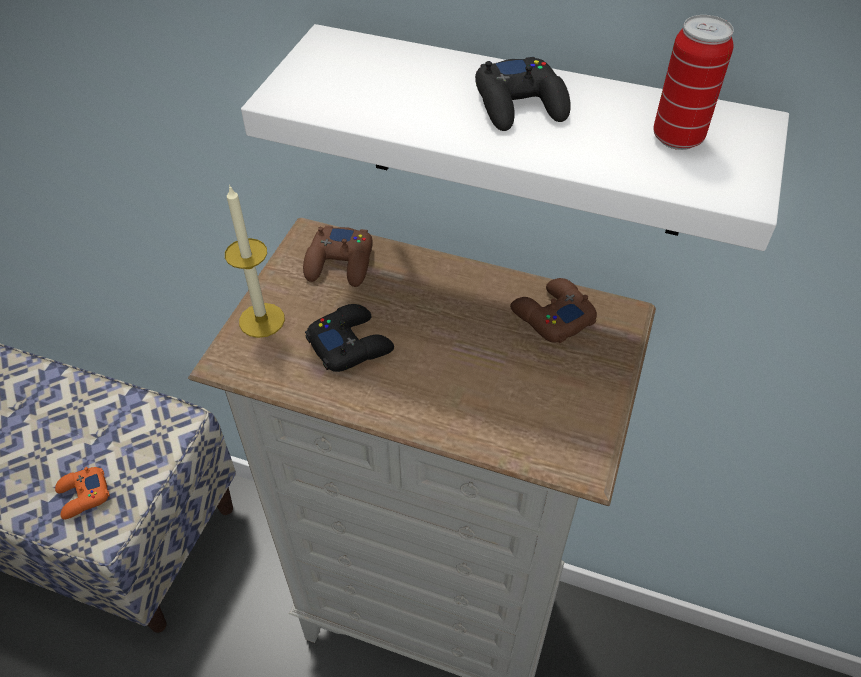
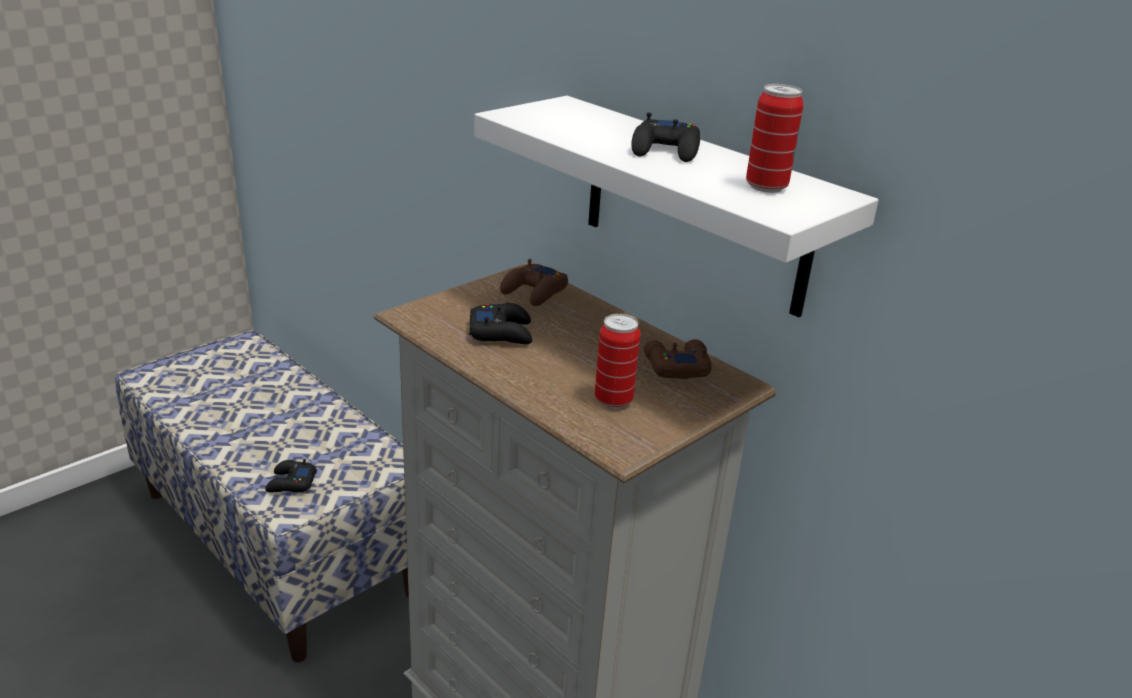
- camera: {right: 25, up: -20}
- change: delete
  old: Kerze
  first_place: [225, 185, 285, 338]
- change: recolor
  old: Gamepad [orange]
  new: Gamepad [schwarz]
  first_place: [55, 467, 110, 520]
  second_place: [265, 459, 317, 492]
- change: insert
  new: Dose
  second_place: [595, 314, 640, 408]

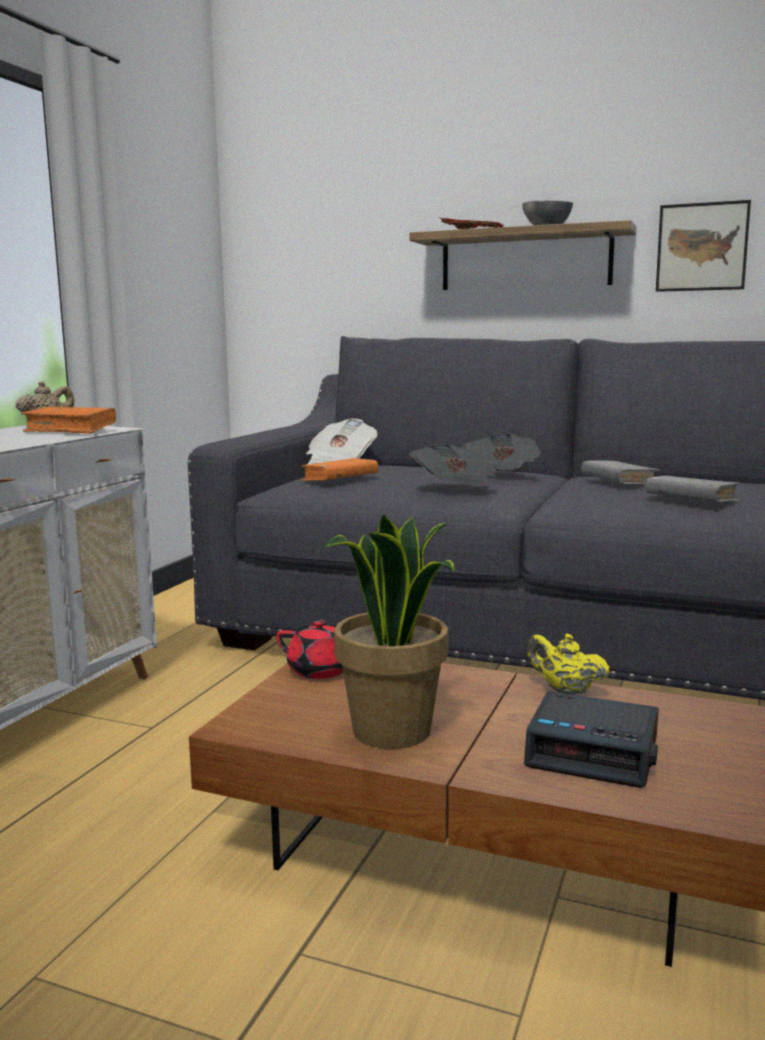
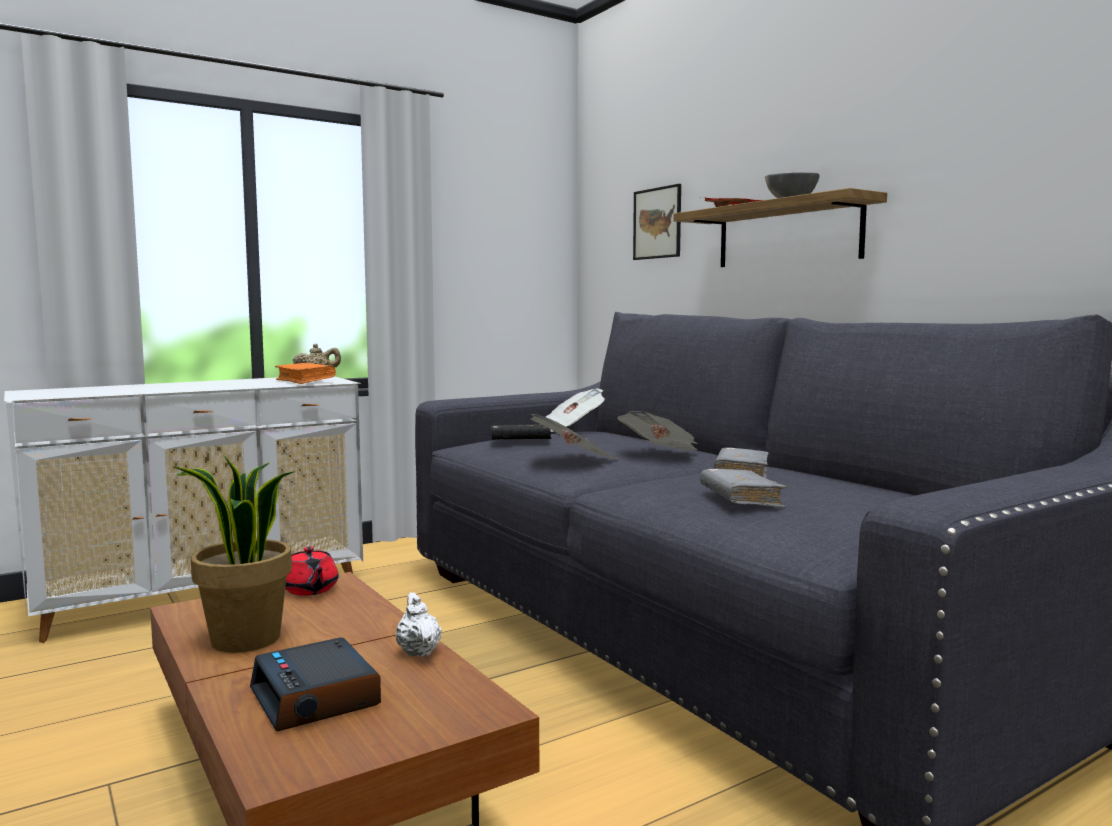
- camera: {right: 35, up: -5}
- change: move
  old: Bild
  first_place: [656, 200, 751, 292]
  second_place: [633, 184, 681, 260]
- change: recolor
  old: Buch [orange]
  new: Buch [schwarz]
  first_place: [301, 458, 378, 481]
  second_place: [491, 424, 552, 440]
- change: recolor
  old: Teekanne [gelb]
  new: Teekanne [weiß]
  first_place: [527, 634, 610, 695]
  second_place: [395, 592, 442, 657]

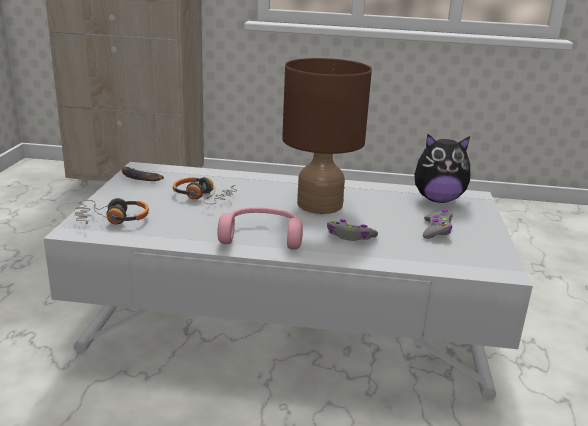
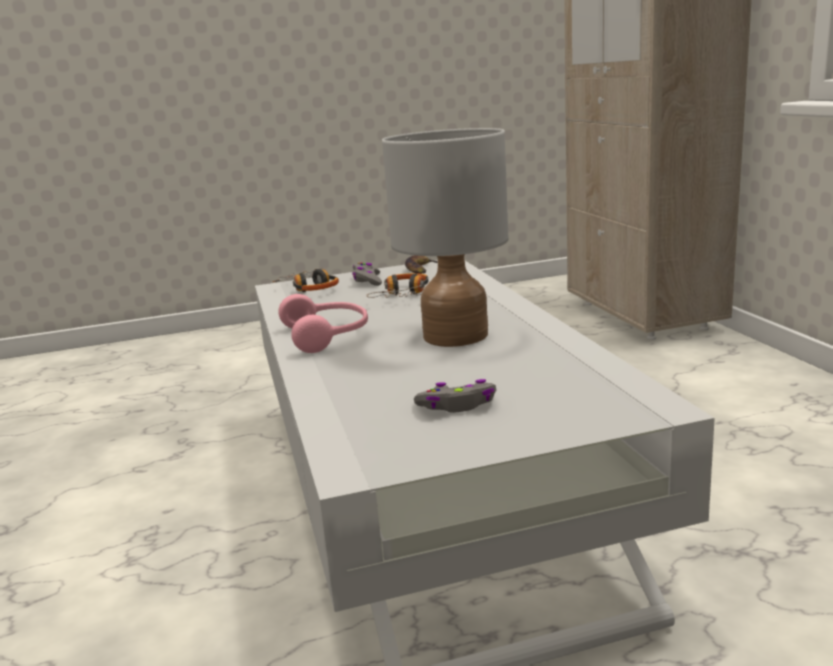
- camera: {right: 70, up: -5}
- change: recolor
  old: Tischlampe [braun]
  new: Tischlampe [grau]
  first_place: [282, 58, 372, 214]
  second_place: [382, 128, 509, 347]
- change: delete
  old: Plüschtier
  first_place: [414, 134, 471, 203]
- change: move
  old: Gamepad [grau]
  first_place: [327, 219, 378, 241]
  second_place: [352, 262, 382, 286]

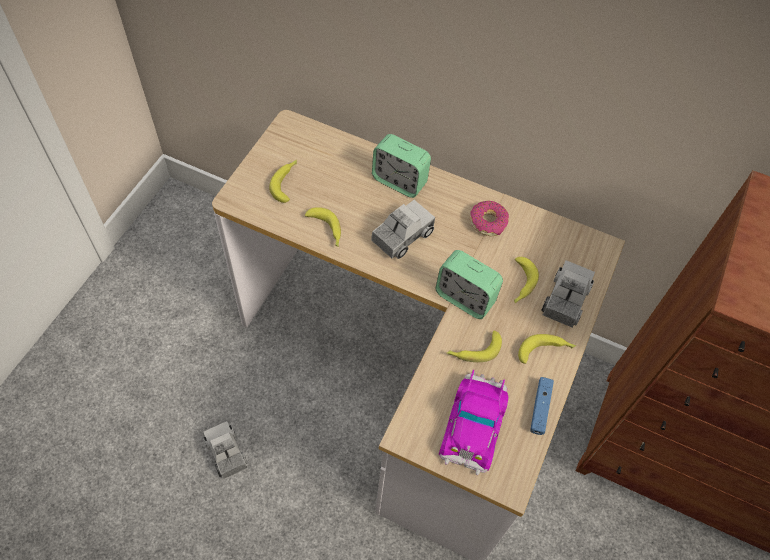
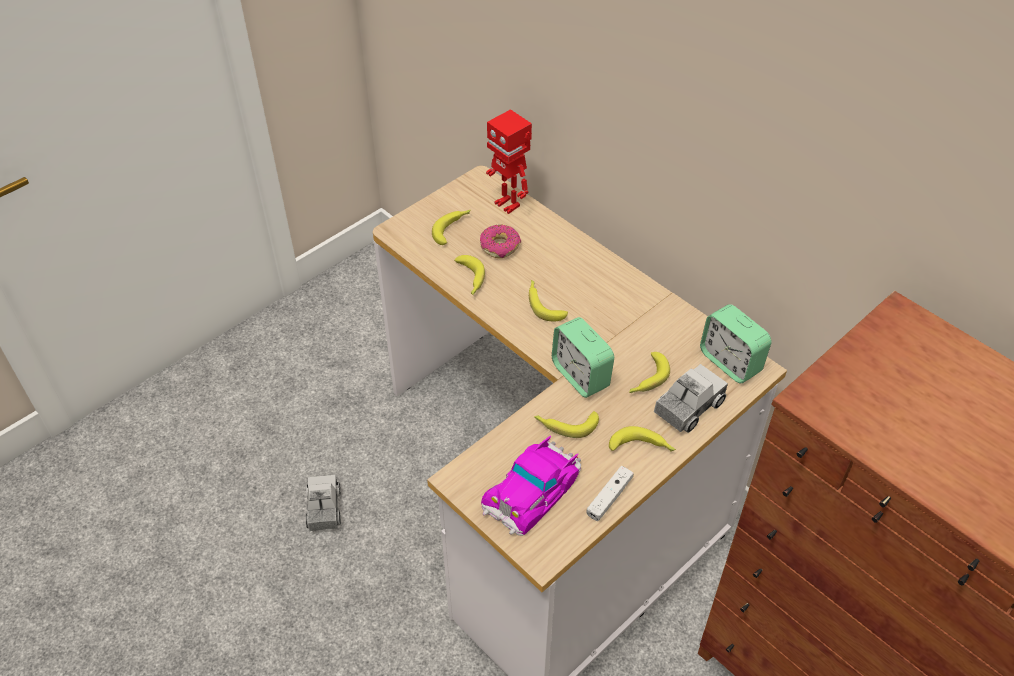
- camera: {right: 25, up: -10}
- change: move
  old: Wecker
  first_place: [372, 134, 431, 198]
  second_place: [700, 304, 772, 383]
- change: replace
  old: Spielzeuglaster
  new: Banane
  first_place: [371, 200, 435, 259]
  second_place: [529, 280, 568, 321]
- change: move
  old: Donut
  first_place: [470, 201, 509, 236]
  second_place: [480, 225, 521, 258]
- change: recolor
  old: Gamepad [blau]
  new: Gamepad [weiß]
  first_place: [530, 377, 554, 435]
  second_place: [587, 466, 633, 521]
- change: insert
  new: Spielzeugroboter
  second_place: [486, 109, 532, 214]

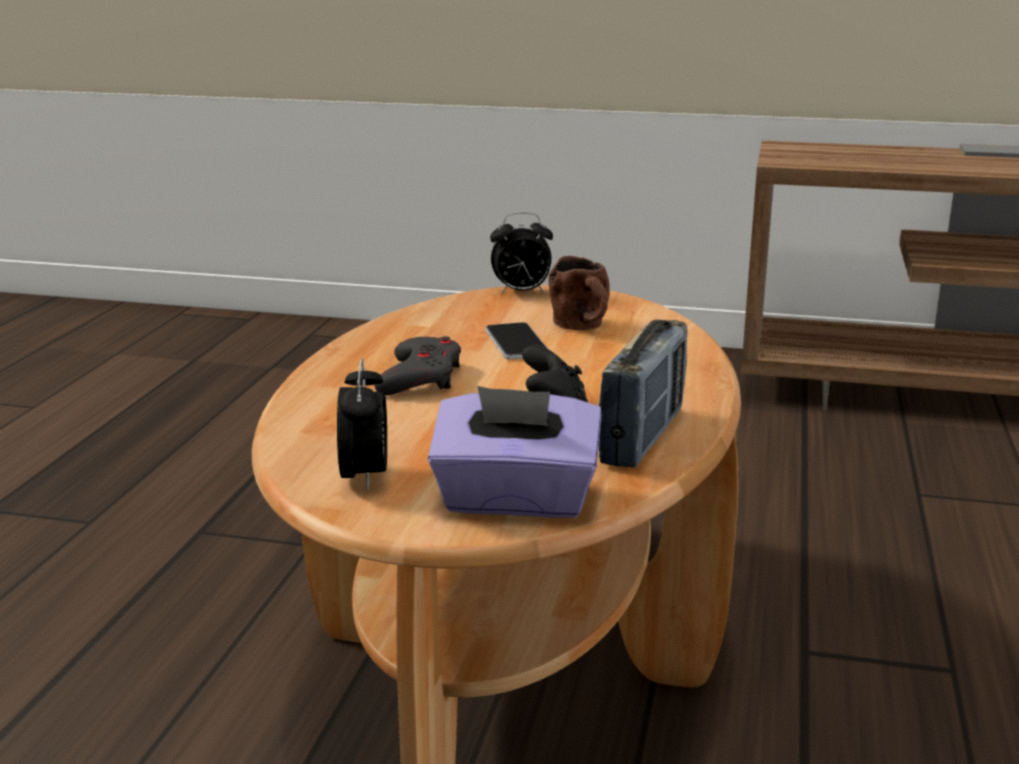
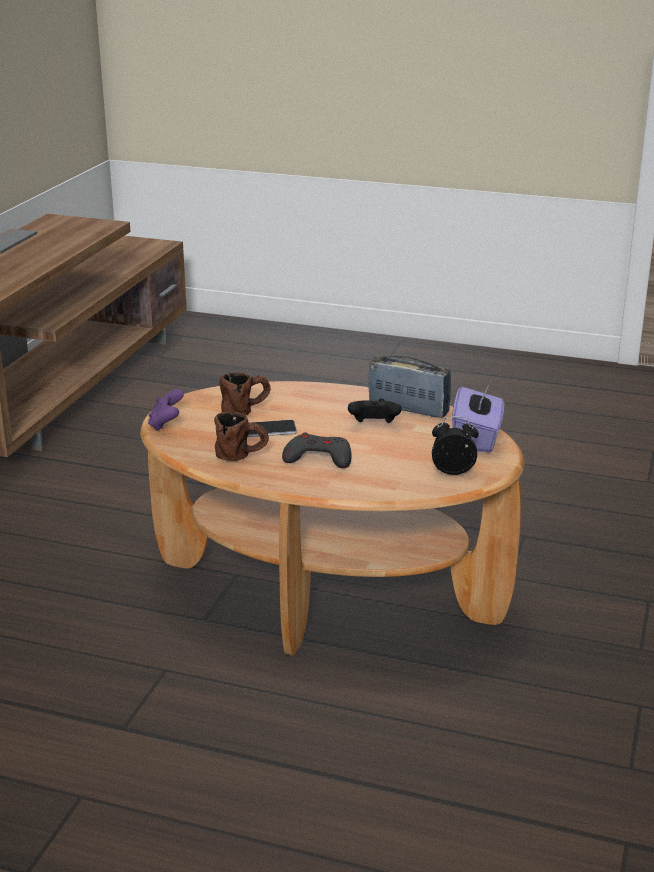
- camera: {right: -85, up: 5}
- change: replace
  old: Wecker
  new: Gamepad [lila]
  first_place: [490, 212, 553, 294]
  second_place: [148, 389, 184, 431]
- change: insert
  new: Henkelbecher [braun]
  second_place: [214, 412, 269, 461]

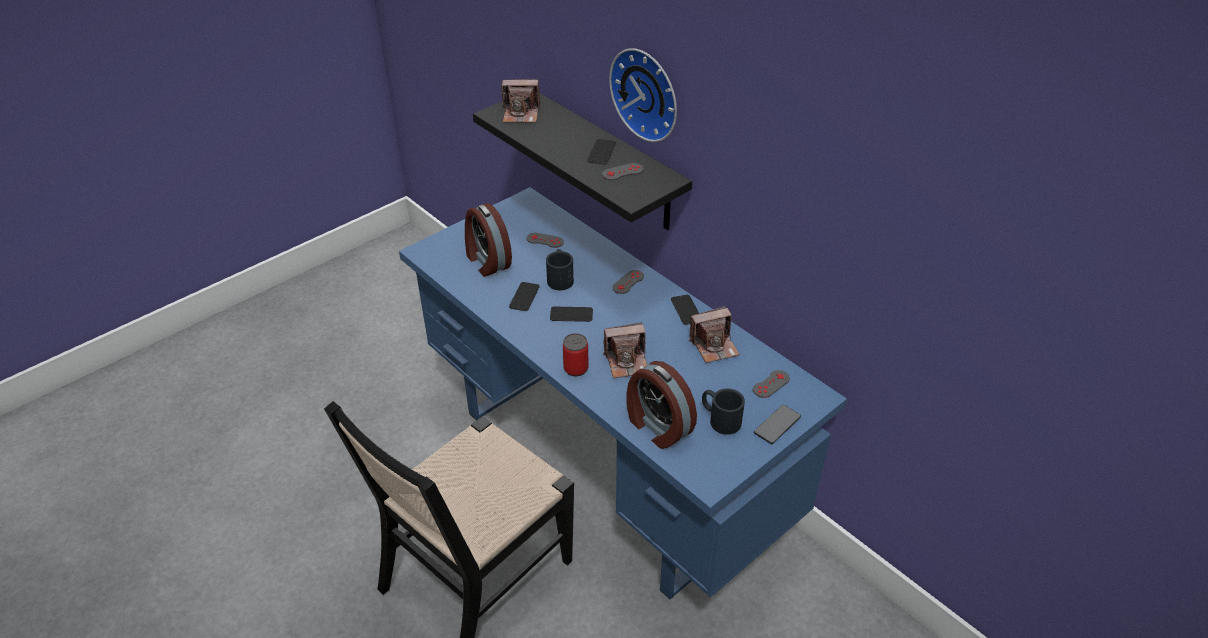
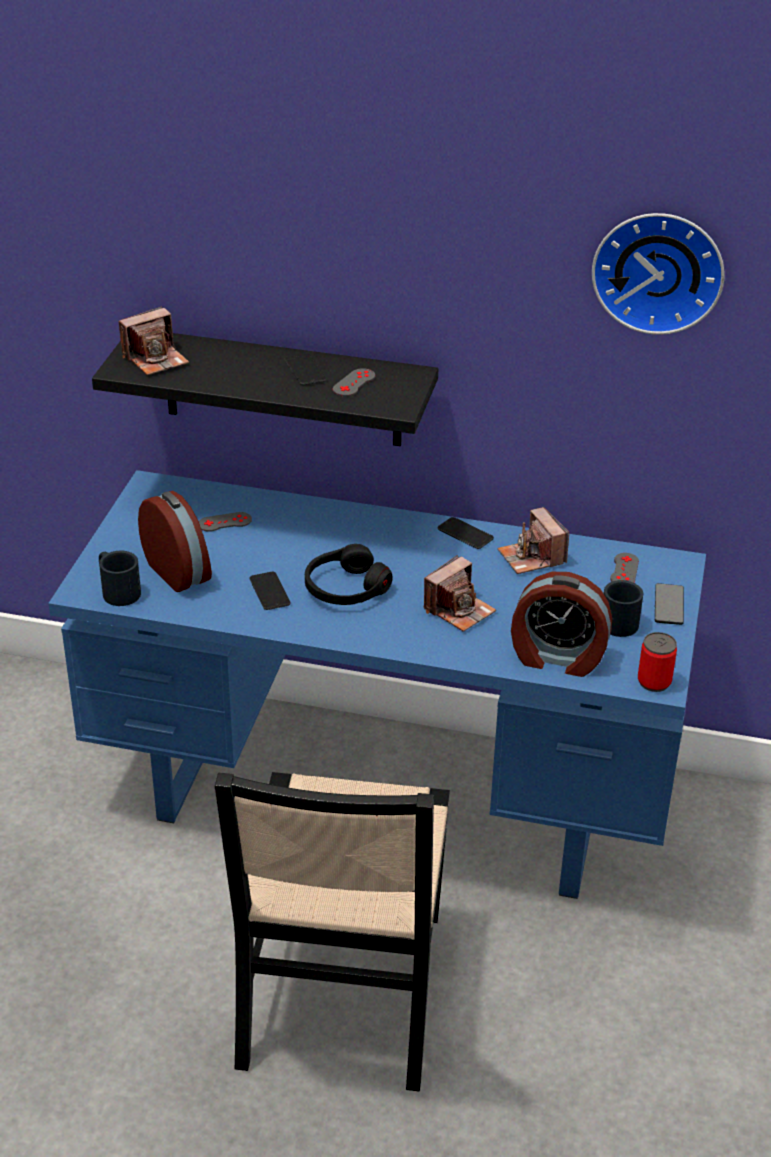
- camera: {right: -35, up: -5}
- change: move
  old: Wanduhr
  first_place: [609, 48, 677, 142]
  second_place: [592, 213, 725, 335]
- change: rotate
  old: Wecker
  first_place: [465, 203, 512, 277]
  second_place: [138, 491, 212, 592]
  degrees: -150
- change: move
  old: Henkelbecher [schwarz]
  first_place: [546, 249, 574, 290]
  second_place: [99, 551, 141, 606]
- change: delete
  old: Gamepad [grau]
  first_place: [612, 270, 644, 294]
- change: rotate
  old: Kamera
  first_place: [689, 306, 740, 363]
  second_place: [498, 507, 569, 574]
  degrees: 120
- change: replace
  old: Handy
  new: Kopfhörer [schwarz]
  first_place: [550, 307, 593, 322]
  second_place: [305, 544, 393, 605]
- change: move
  old: Dose
  first_place: [563, 333, 589, 377]
  second_place: [638, 632, 677, 692]

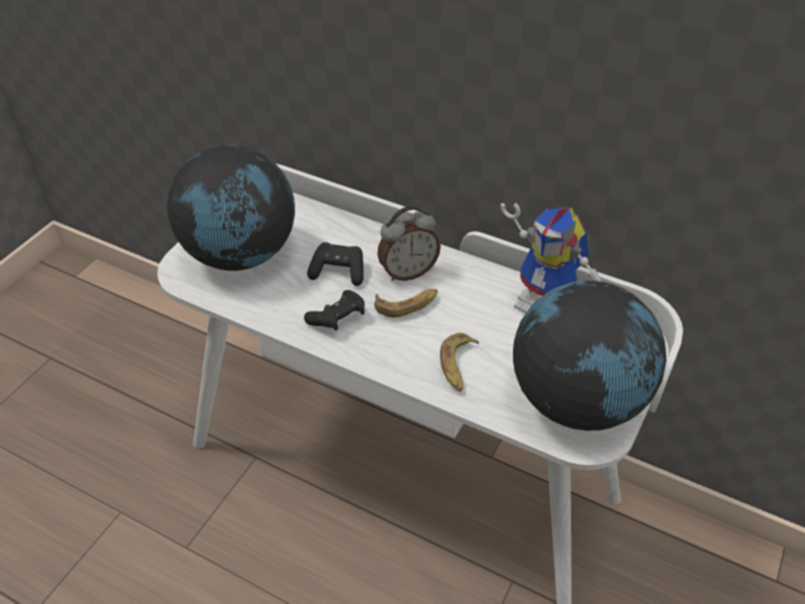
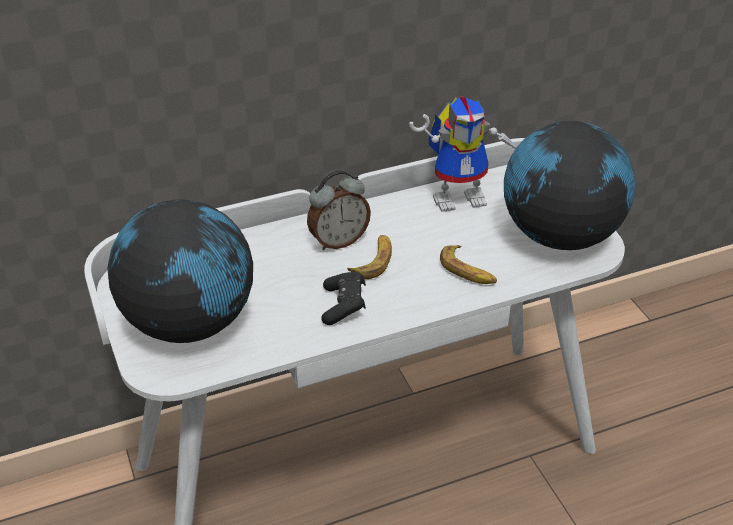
- camera: {right: -50, up: -5}
- change: rotate
  old: Wecker
  first_place: [377, 206, 441, 281]
  second_place: [307, 170, 371, 250]
  degrees: 45
- change: delete
  old: Gamepad [schwarz]
  first_place: [307, 242, 364, 286]

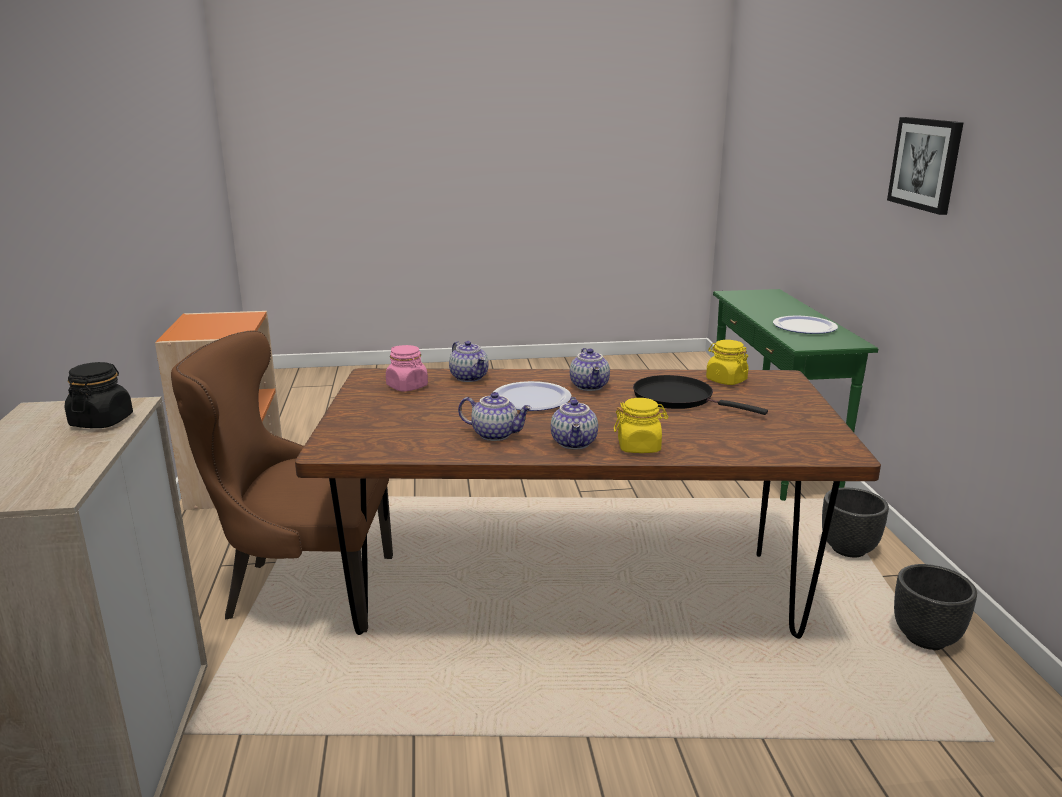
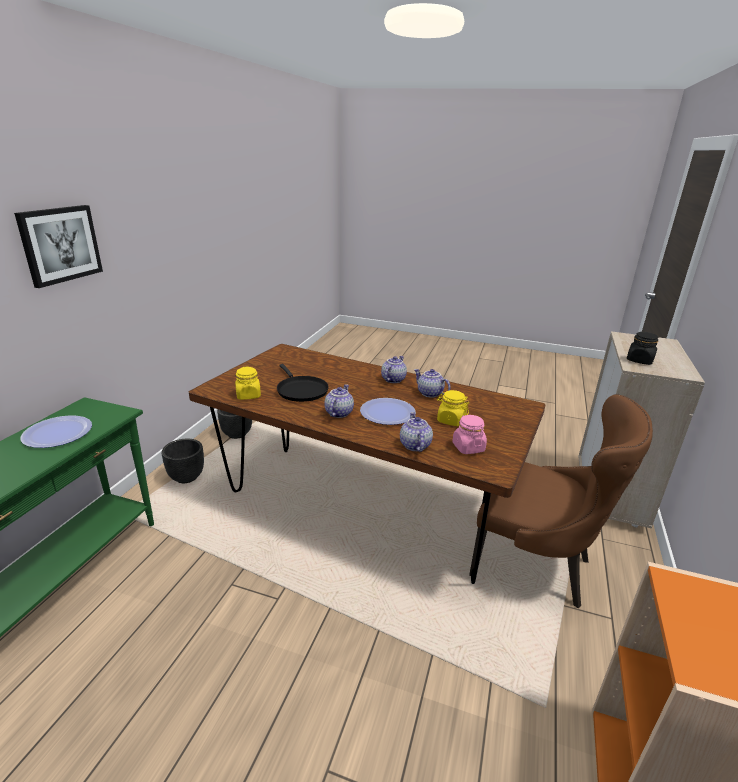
- camera: {right: -155, up: 5}
- change: move
  old: Vorratsglas [gelb]
  first_place: [614, 398, 668, 453]
  second_place: [437, 390, 469, 426]

